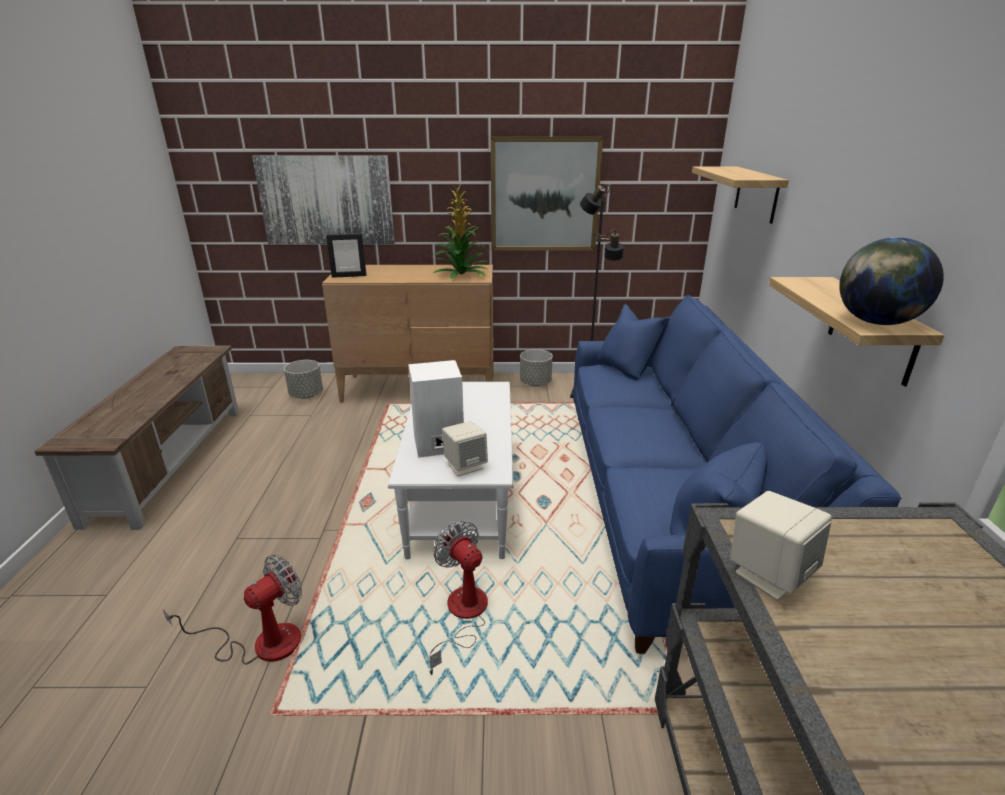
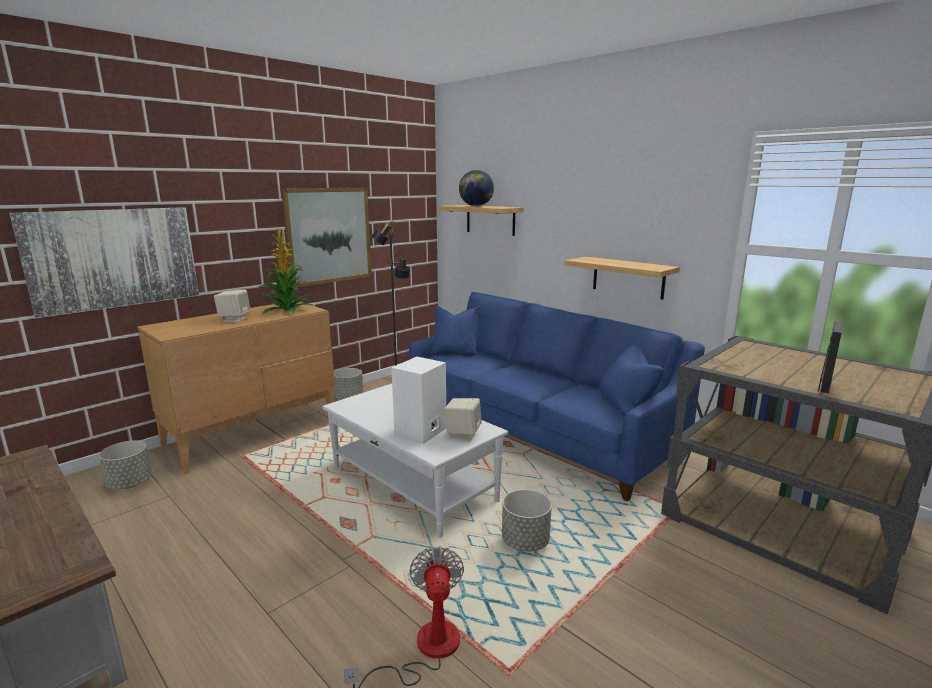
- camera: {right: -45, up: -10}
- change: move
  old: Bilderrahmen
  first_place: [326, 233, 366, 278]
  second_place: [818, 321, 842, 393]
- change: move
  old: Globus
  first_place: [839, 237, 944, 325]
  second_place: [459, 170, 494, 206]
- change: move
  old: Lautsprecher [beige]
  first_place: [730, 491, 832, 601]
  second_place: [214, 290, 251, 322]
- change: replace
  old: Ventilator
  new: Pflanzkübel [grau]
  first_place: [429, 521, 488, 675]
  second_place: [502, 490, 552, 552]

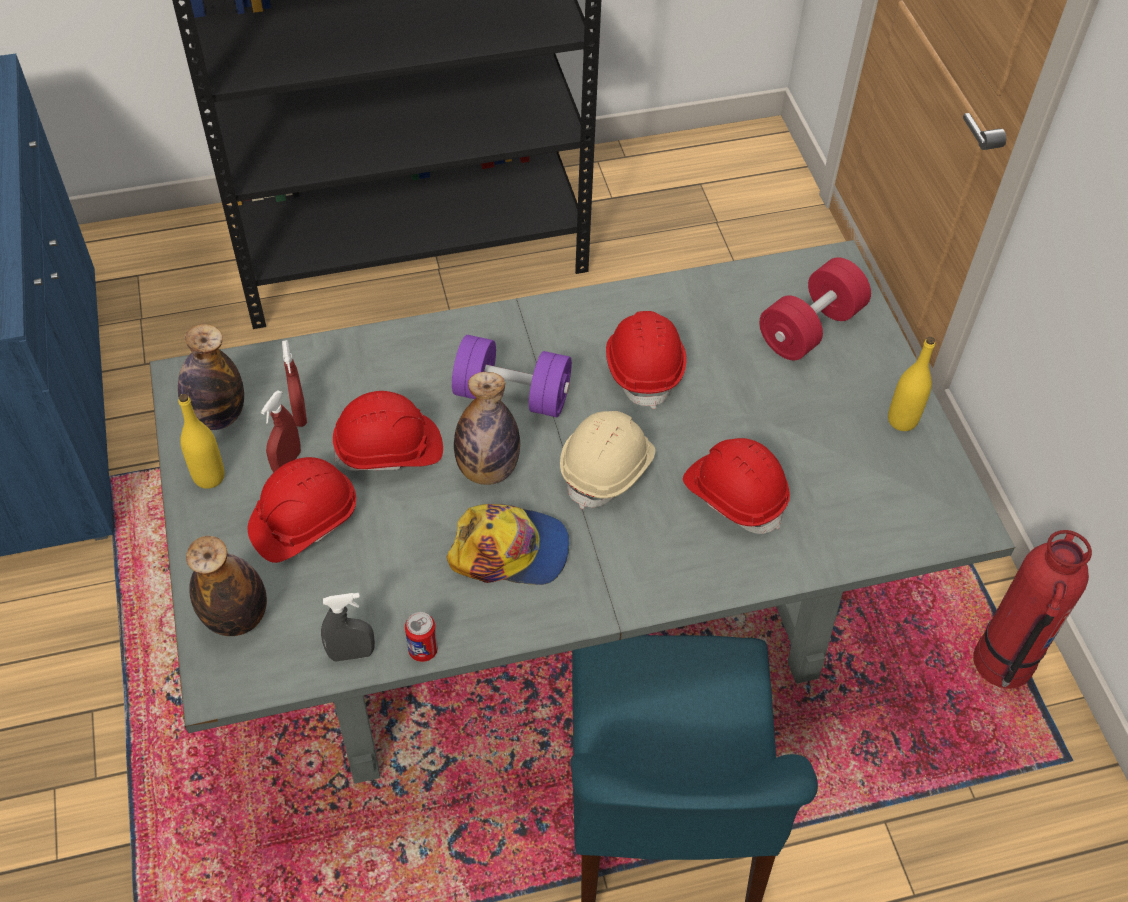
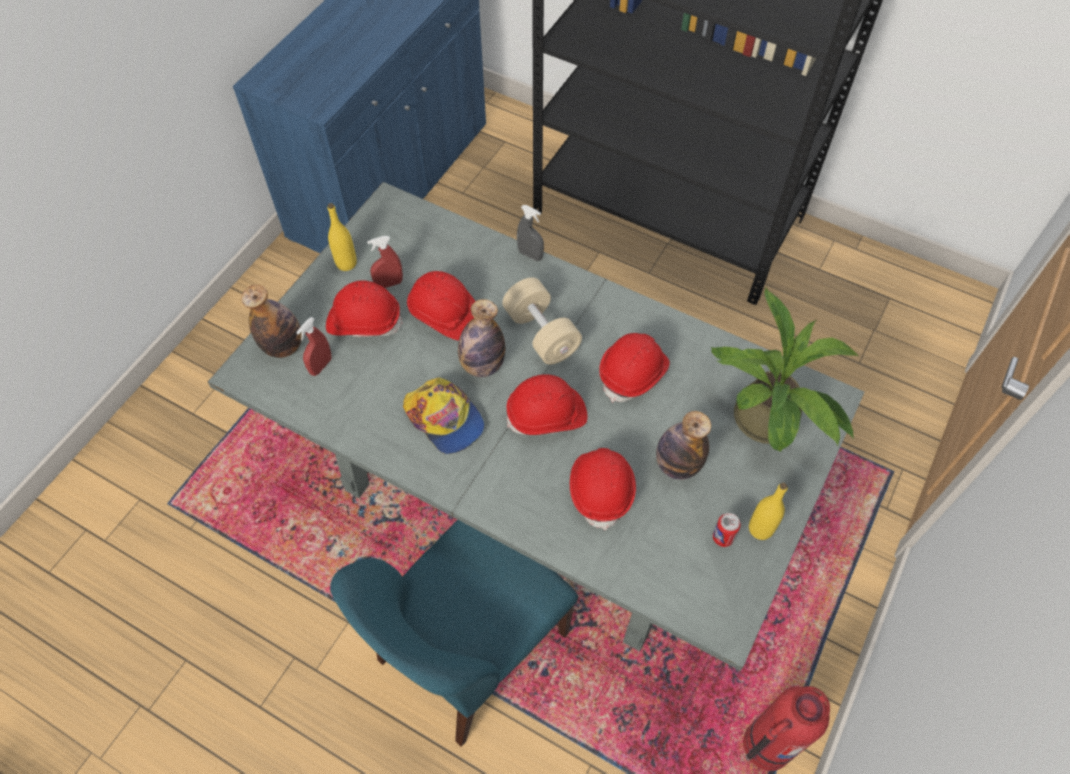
- camera: {right: 45, up: 5}
- change: replace
  old: Hantel [rot]
  new: Topfpflanze
  first_place: [759, 258, 871, 360]
  second_place: [711, 288, 859, 452]
- change: move
  old: Flasche
  first_place: [178, 324, 244, 430]
  second_place: [656, 411, 711, 480]
- change: recolor
  old: Hantel [lila]
  new: Hantel [beige]
  first_place: [452, 335, 572, 417]
  second_place: [502, 277, 582, 365]
- change: move
  old: Sprühflasche [rot]
  first_place: [282, 340, 307, 427]
  second_place: [296, 317, 332, 376]
- change: recolor
  old: Schutzhelm [beige]
  new: Schutzhelm [rot]
  first_place: [560, 411, 655, 509]
  second_place: [507, 374, 587, 435]
- change: move
  old: Sprühflasche [grau]
  first_place: [321, 593, 375, 661]
  second_place: [517, 205, 544, 261]
- change: move
  old: Dose
  first_place: [405, 612, 438, 662]
  second_place: [713, 513, 741, 547]

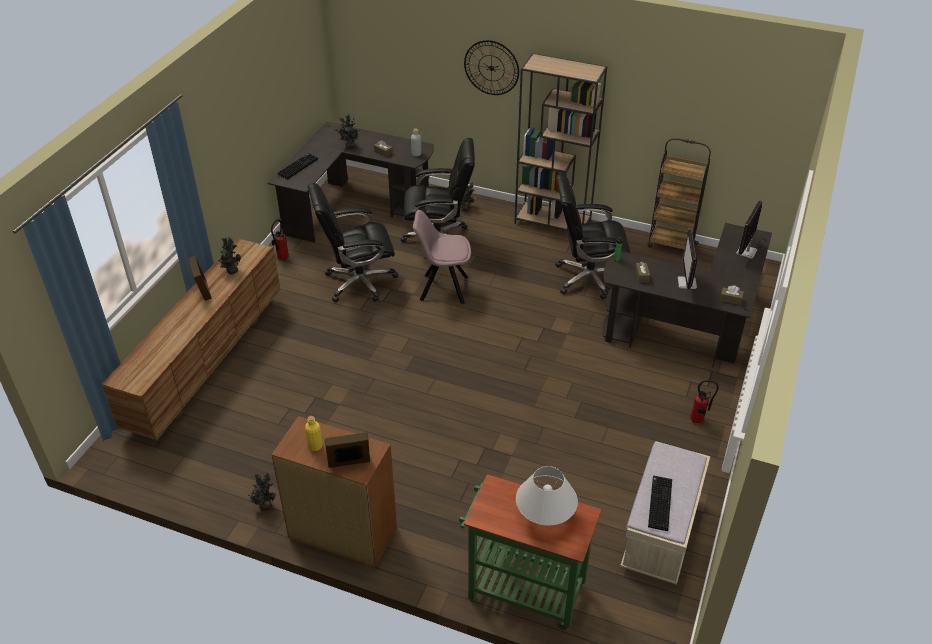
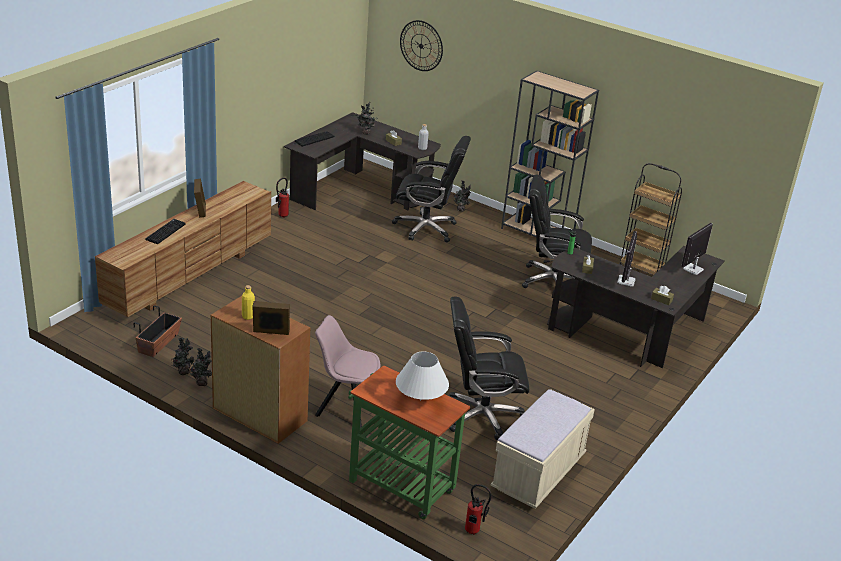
- camera: {right: 10, up: -10}
- change: move
  old: Wanduhr
  first_place: [464, 40, 519, 95]
  second_place: [400, 20, 443, 71]
- change: move
  old: Bürostuhl [schwarz]
  first_place: [308, 183, 398, 302]
  second_place: [448, 297, 529, 440]
- change: move
  old: Stuhl [rosa]
  first_place: [413, 210, 471, 304]
  second_place: [315, 315, 380, 428]
- change: move
  old: Topfpflanze
  first_place: [218, 237, 241, 274]
  second_place: [171, 338, 194, 375]
- change: move
  old: Feuerlöscher
  first_place: [690, 380, 719, 423]
  second_place: [465, 484, 492, 535]
- change: move
  old: Tastatur
  first_place: [648, 476, 672, 531]
  second_place: [146, 219, 186, 244]
- change: insert
  new: Pflanzkübel
  second_place: [134, 305, 182, 357]

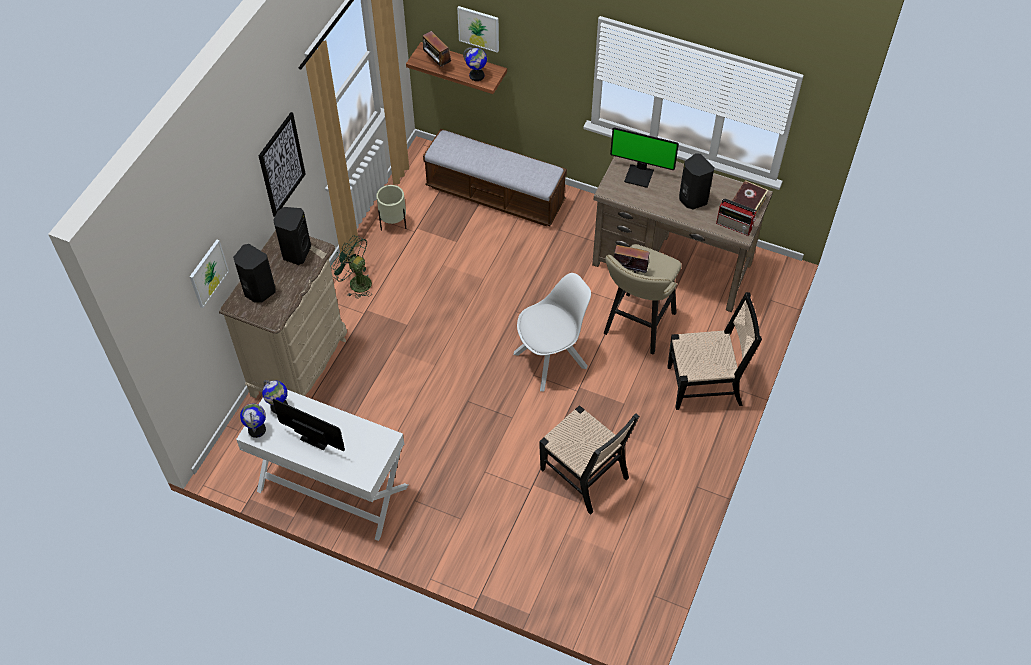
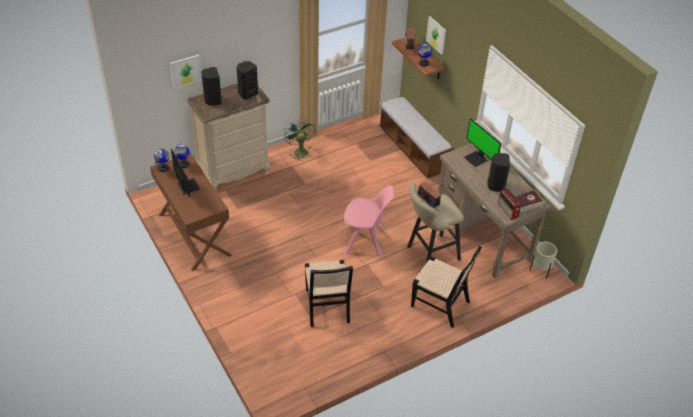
- camera: {right: 35, up: -10}
- change: delete
  old: Bild
  first_place: [259, 112, 306, 217]
- change: move
  old: Pflanzkübel [beige]
  first_place: [376, 185, 406, 231]
  second_place: [529, 242, 557, 278]
- change: recolor
  old: Stuhl [weiß]
  new: Stuhl [rosa]
  first_place: [514, 273, 591, 392]
  second_place: [344, 185, 394, 257]
- change: recolor
  old: Konsolentisch [weiß]
  new: Konsolentisch [braun]
  first_place: [236, 390, 408, 541]
  second_place: [150, 153, 232, 271]

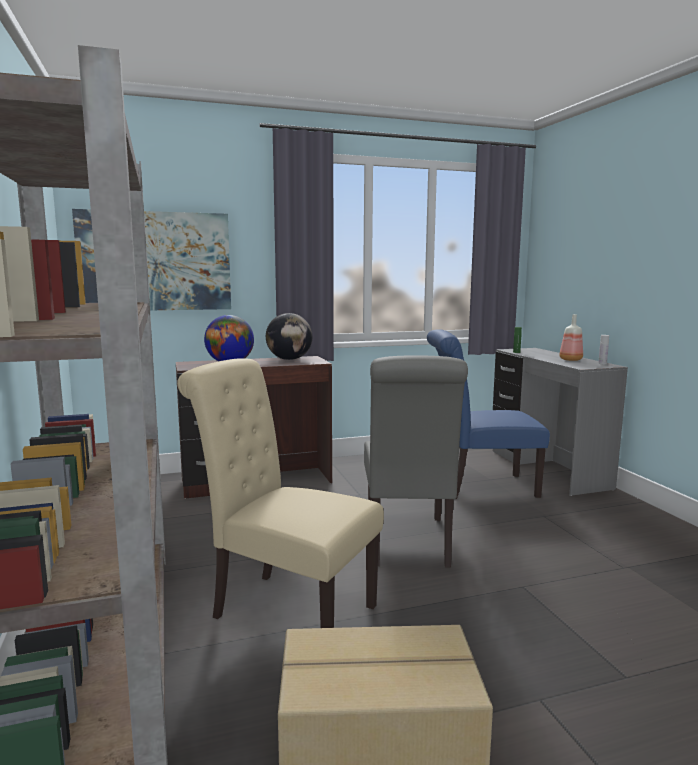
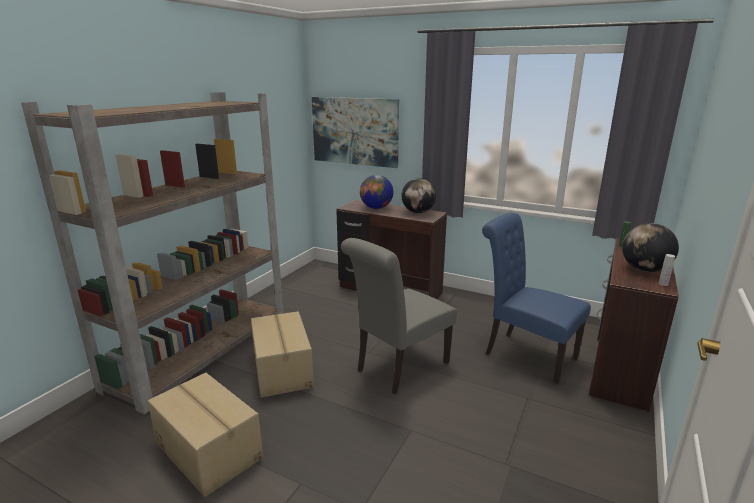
- camera: {right: 45, up: 10}
- change: replace
  old: Flasche
  new: Globus
  first_place: [559, 314, 583, 361]
  second_place: [622, 223, 679, 272]
- change: recolor
  old: Schreibtisch [grau]
  new: Schreibtisch [braun]
  first_place: [493, 348, 628, 496]
  second_place: [589, 238, 679, 412]
- change: replace
  old: Stuhl [beige]
  new: Karton
  first_place: [177, 358, 384, 628]
  second_place: [251, 311, 314, 398]

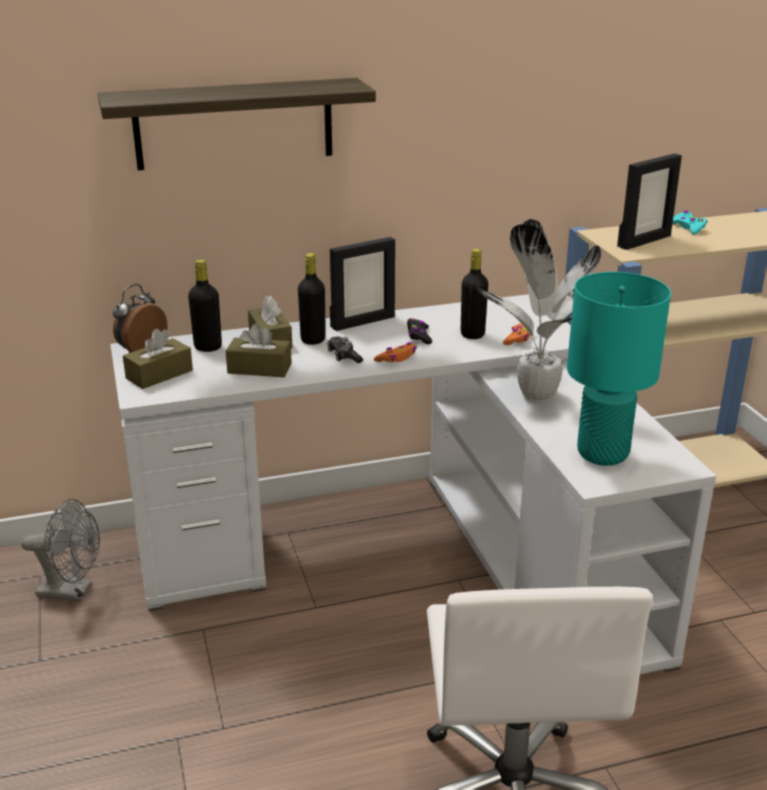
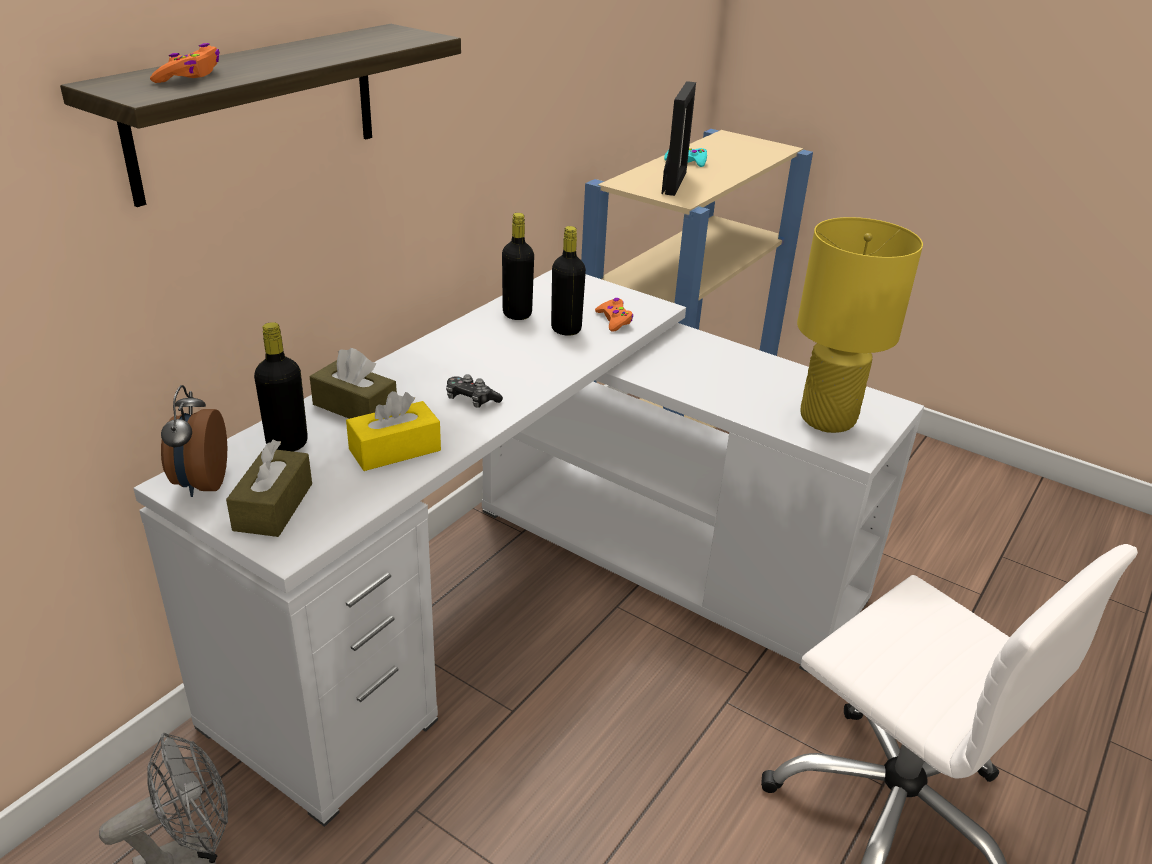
- camera: {right: -40, up: 5}
- change: delete
  old: Topfpflanze
  first_place: [477, 219, 601, 403]
- change: delete
  old: Bilderrahmen
  first_place: [330, 237, 395, 331]
- change: move
  old: Flasche [schwarz]
  first_place: [298, 253, 326, 345]
  second_place: [502, 213, 534, 320]
- change: recolor
  old: Tischlampe [türkis]
  new: Tischlampe [gelb]
  first_place: [567, 272, 671, 466]
  second_place: [797, 217, 923, 433]
- change: delete
  old: Gamepad [schwarz]
  first_place: [407, 318, 432, 344]
- change: recolor
  old: Taschentuchbox [braun]
  new: Taschentuchbox [gelb]
  first_place: [226, 324, 292, 377]
  second_place: [346, 391, 441, 471]
- change: move
  old: Gamepad [orange]
  first_place: [374, 342, 417, 362]
  second_place: [150, 43, 220, 83]

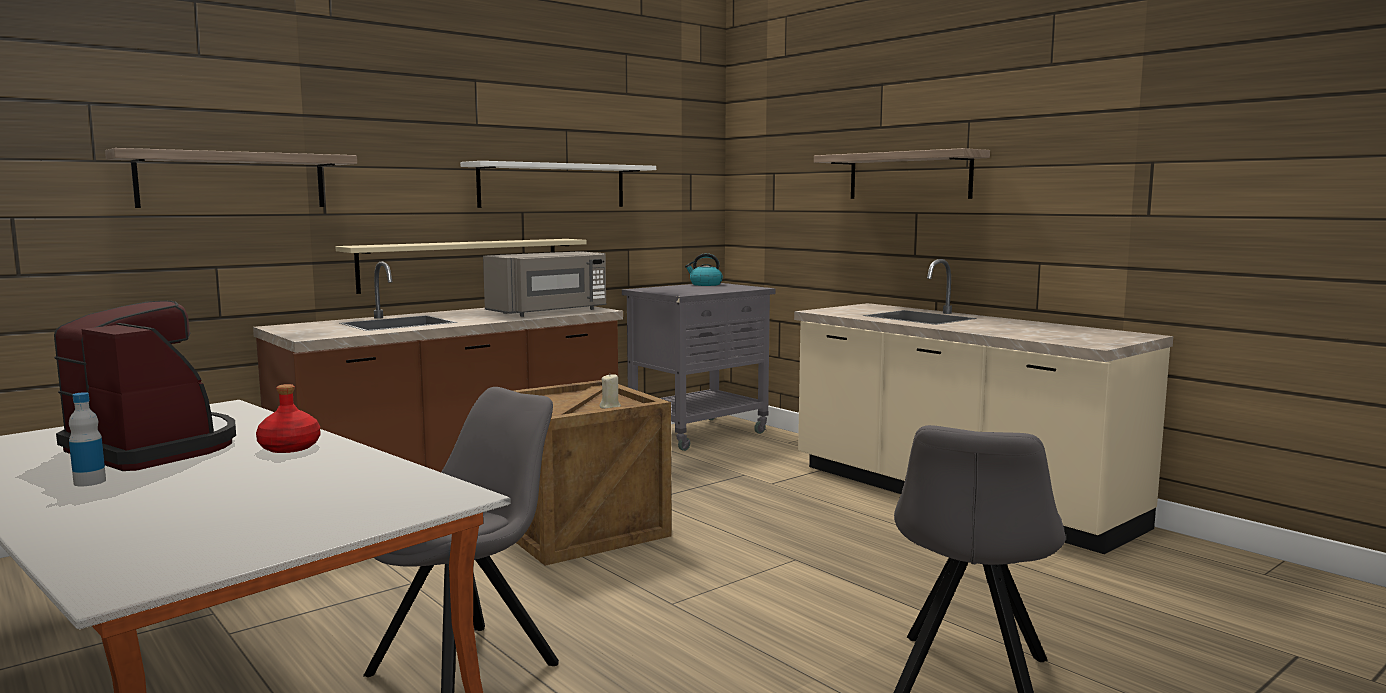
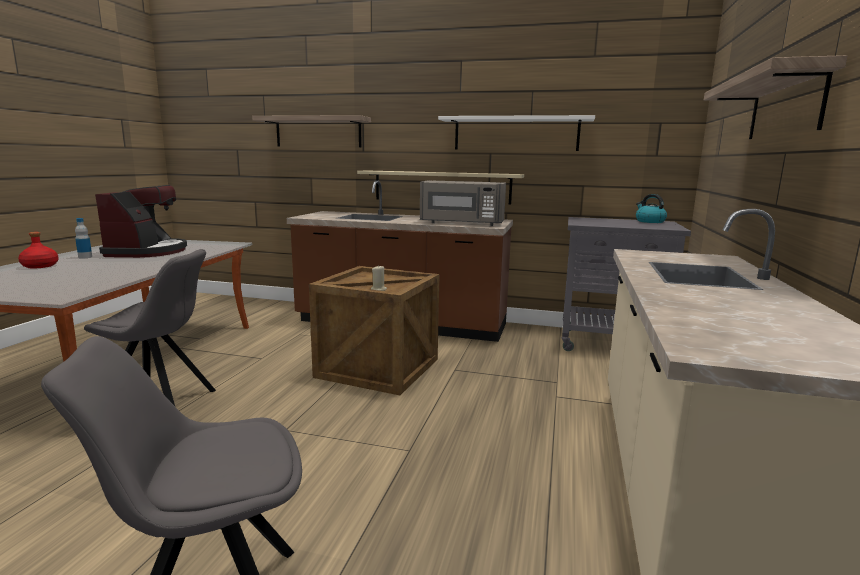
- camera: {right: 55, up: 5}
- change: move
  old: Flasche [rot]
  first_place: [256, 384, 320, 453]
  second_place: [18, 232, 59, 269]

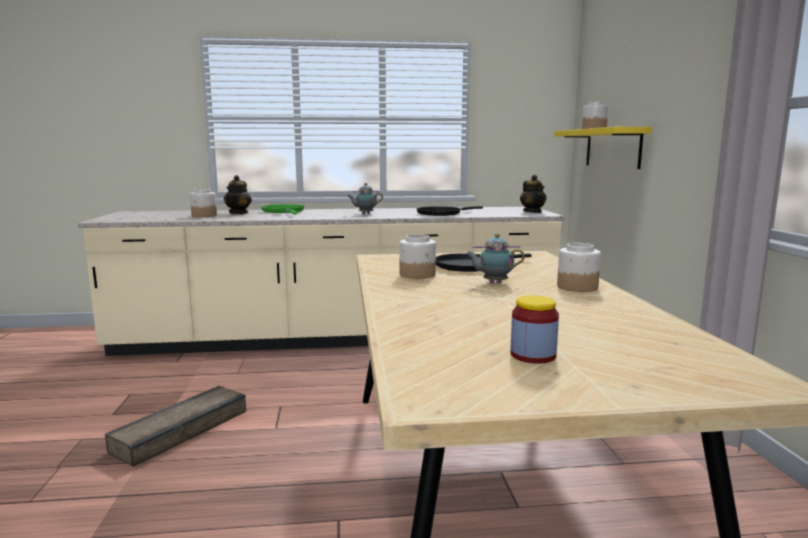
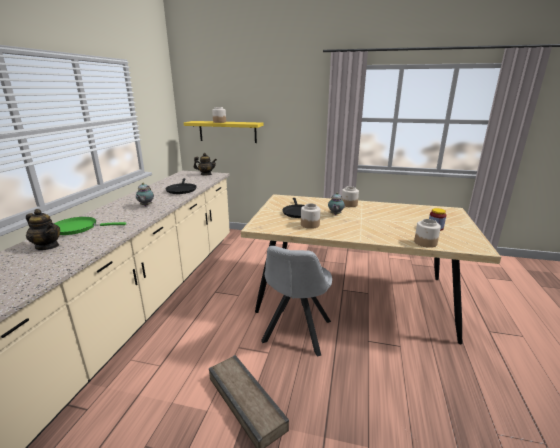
- camera: {right: -70, up: 10}
- change: move
  old: Vorratsglas
  first_place: [190, 189, 217, 217]
  second_place: [414, 219, 441, 248]
- change: insert
  new: Stuhl [grau]
  second_place: [261, 246, 332, 357]

